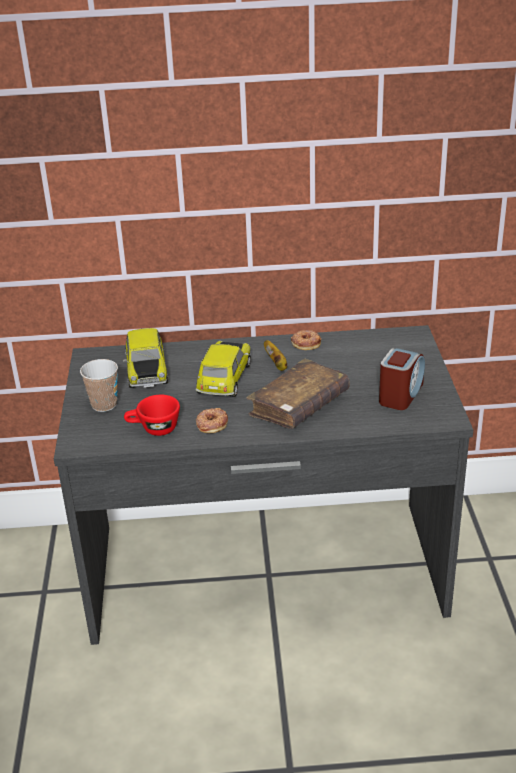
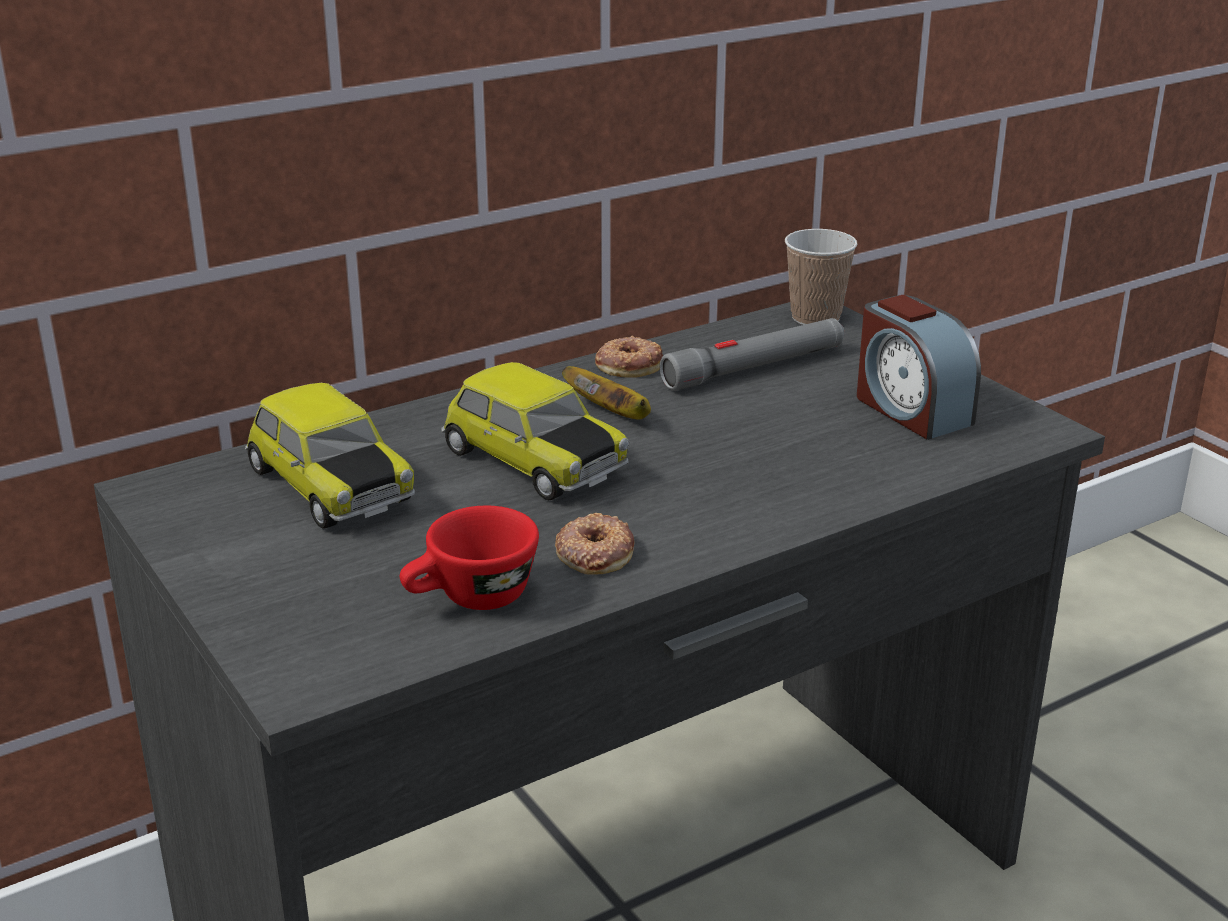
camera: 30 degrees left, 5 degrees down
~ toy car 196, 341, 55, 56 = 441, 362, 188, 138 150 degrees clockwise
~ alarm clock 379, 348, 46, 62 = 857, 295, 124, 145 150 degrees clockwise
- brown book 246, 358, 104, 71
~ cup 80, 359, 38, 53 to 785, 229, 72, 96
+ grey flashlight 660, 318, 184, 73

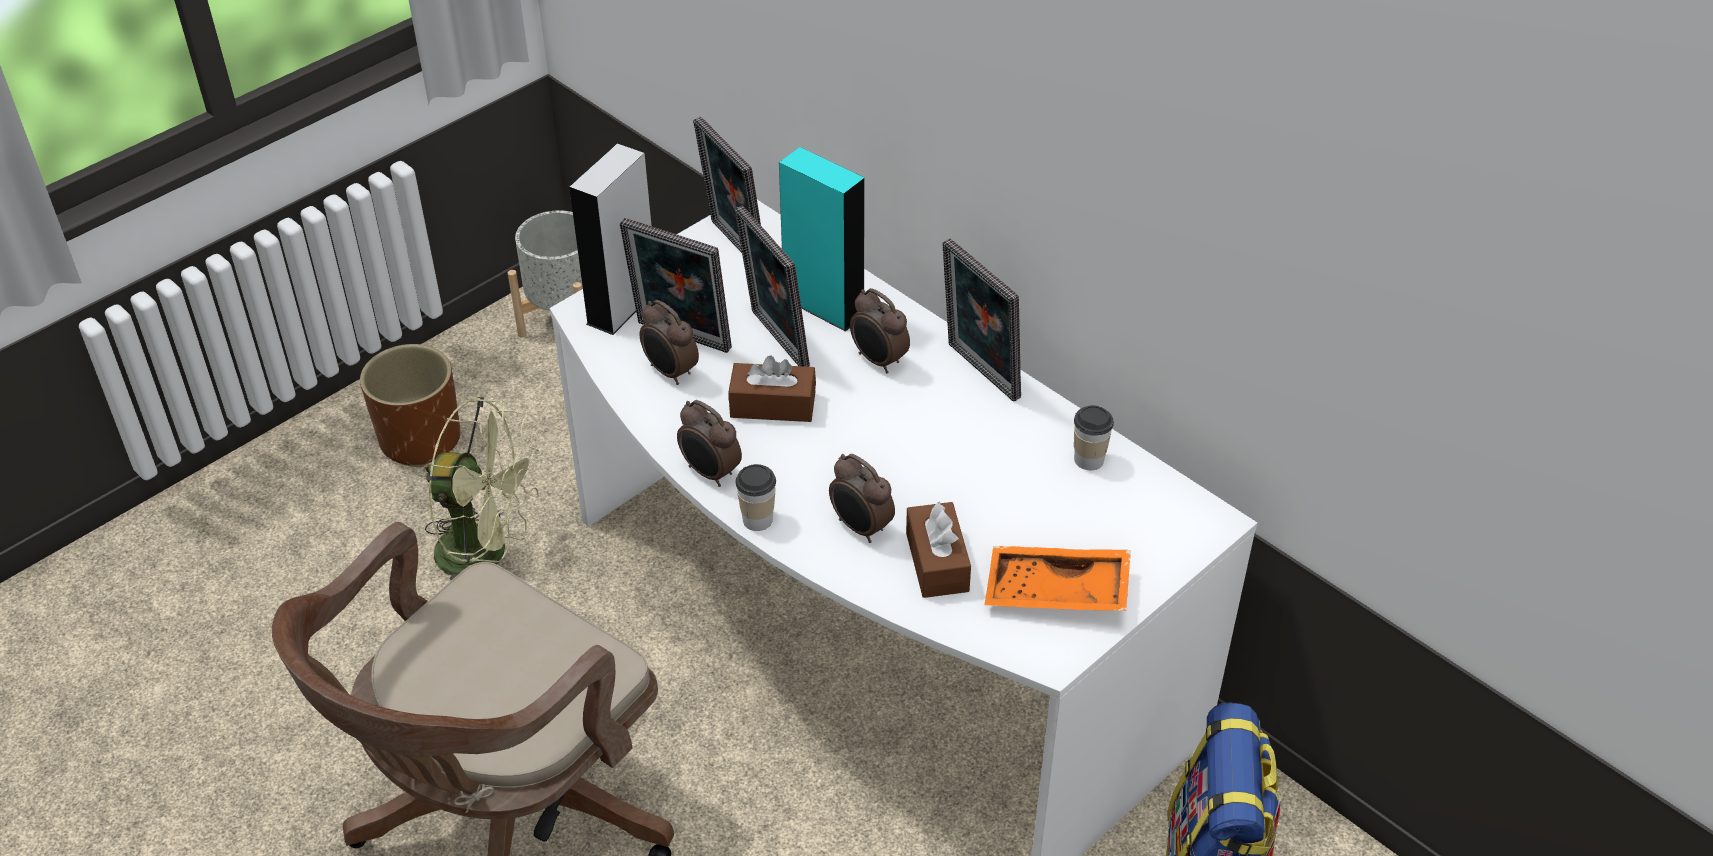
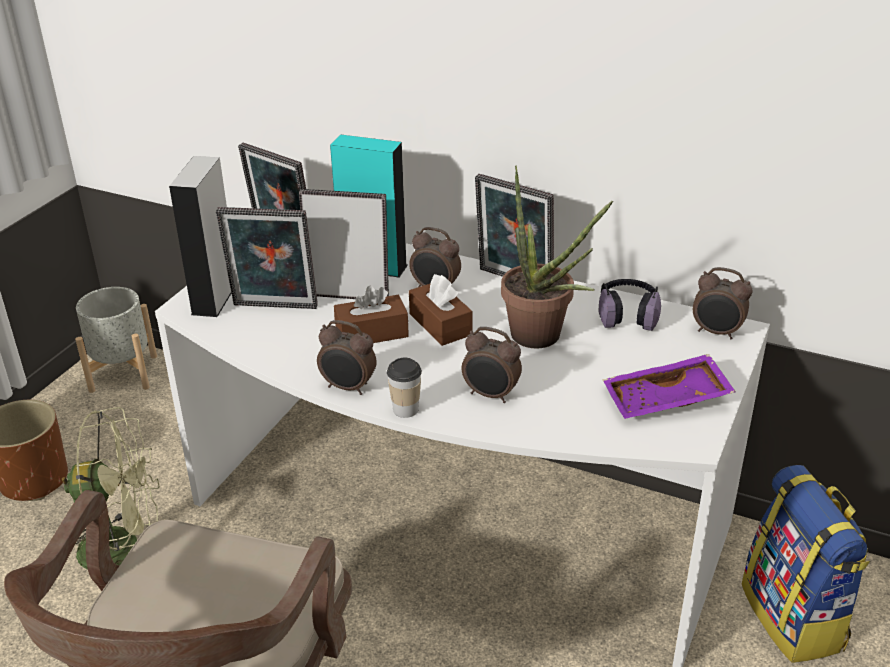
camera: 20 degrees left, 10 degrees down
~ picture frame 734, 205, 76, 162 = 299, 189, 90, 110 150 degrees clockwise
~ alarm clock 640, 300, 59, 85 to 693, 267, 60, 72
~ cup 1074, 405, 40, 65 to headphones 598, 279, 63, 52
~ brown tissue box 906, 502, 65, 96 to 409, 274, 64, 72
~ orange tray 984, 546, 147, 65 to purple tray 603, 354, 133, 65
+ potted plant 501, 165, 112, 183

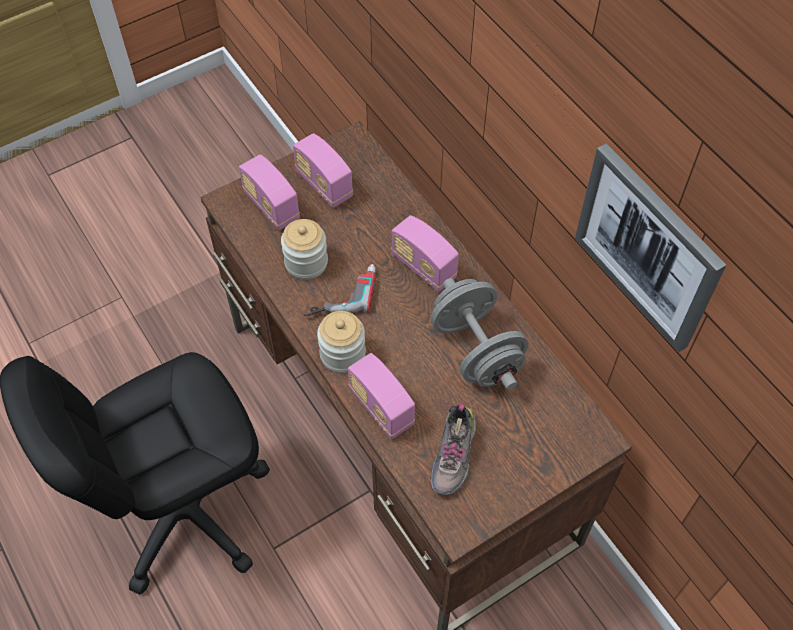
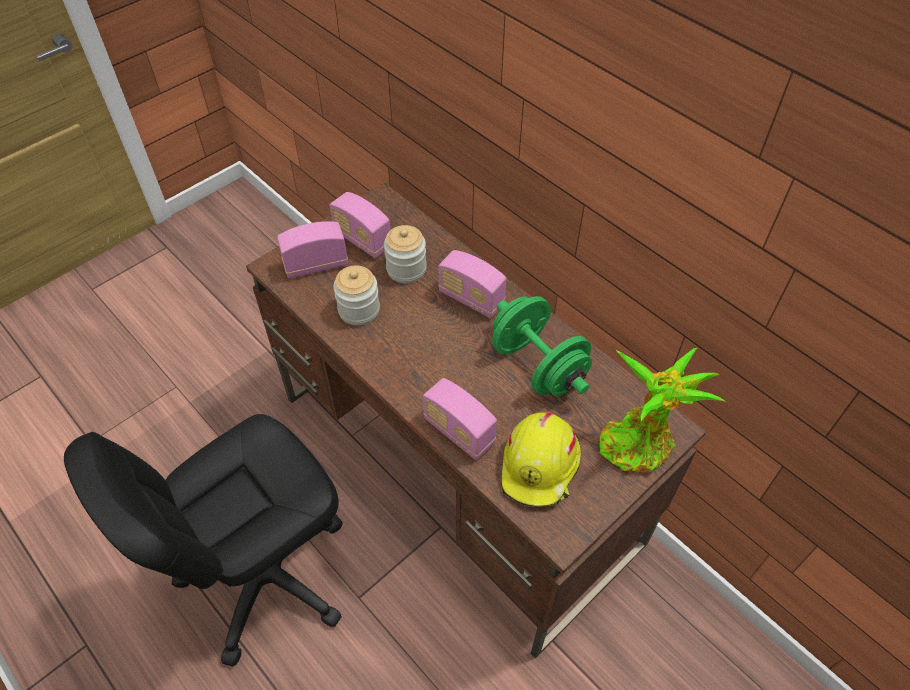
camera: 10 degrees left, 5 degrees down
- picture 575, 143, 151, 209
~ radio 239, 155, 61, 75 = 277, 221, 71, 58 120 degrees clockwise
- power drill 303, 264, 73, 52
~ grey dumbbell 430, 278, 99, 112 to green dumbbell 492, 296, 100, 100
~ jar 317, 311, 49, 62 to 384, 225, 43, 58
~ shoe 430, 403, 47, 92 to yellow hard hat 501, 412, 80, 95
+ potted plant 600, 348, 125, 124

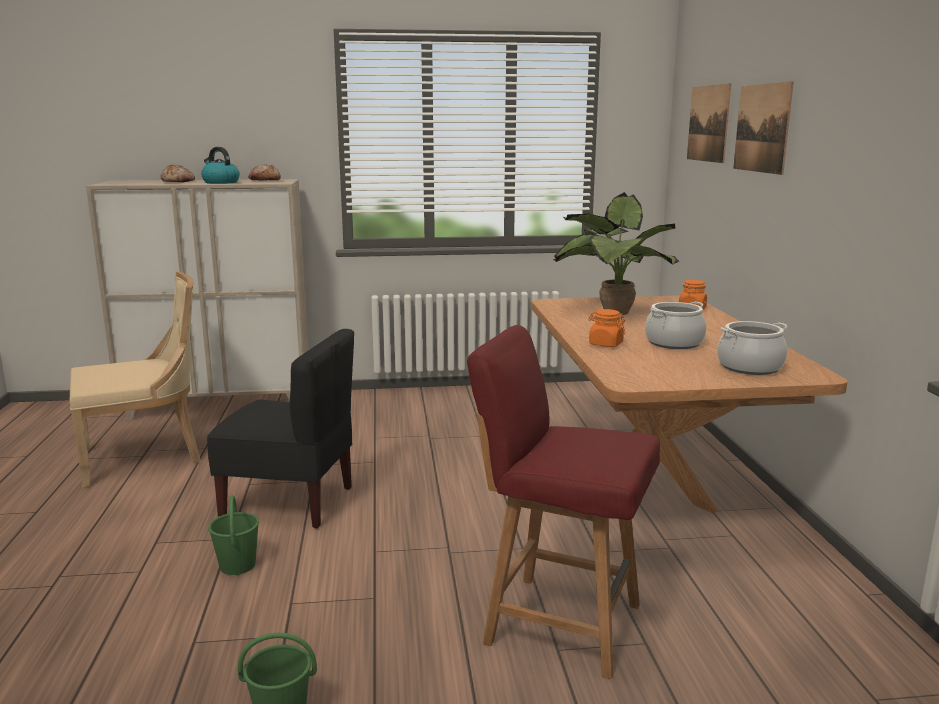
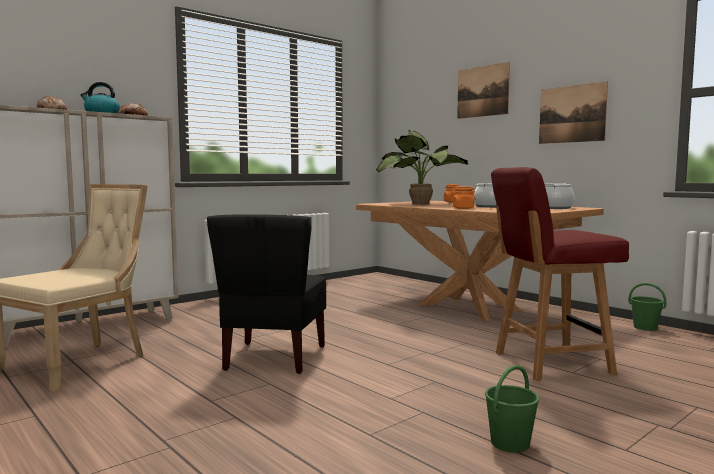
camera: 35 degrees left, 10 degrees down
~ picture 687, 83, 44, 80 to 539, 81, 69, 63
~ black chair 207, 329, 147, 200 = 207, 214, 119, 160 120 degrees clockwise
~ green bucket 208, 495, 51, 80 to 628, 283, 38, 48

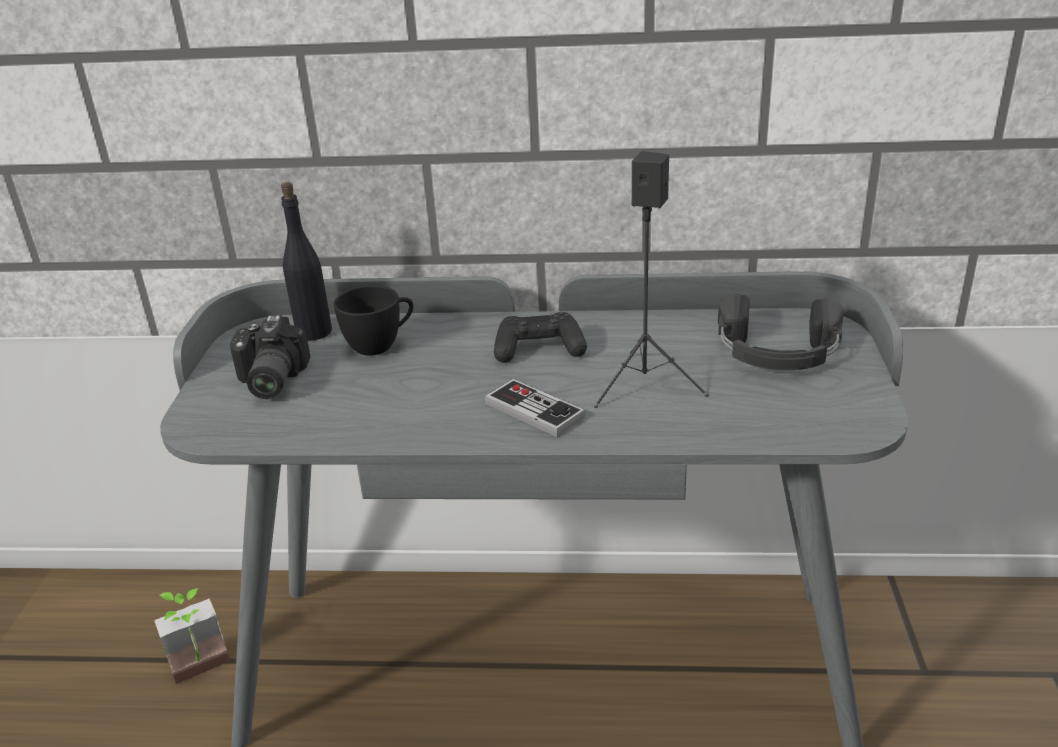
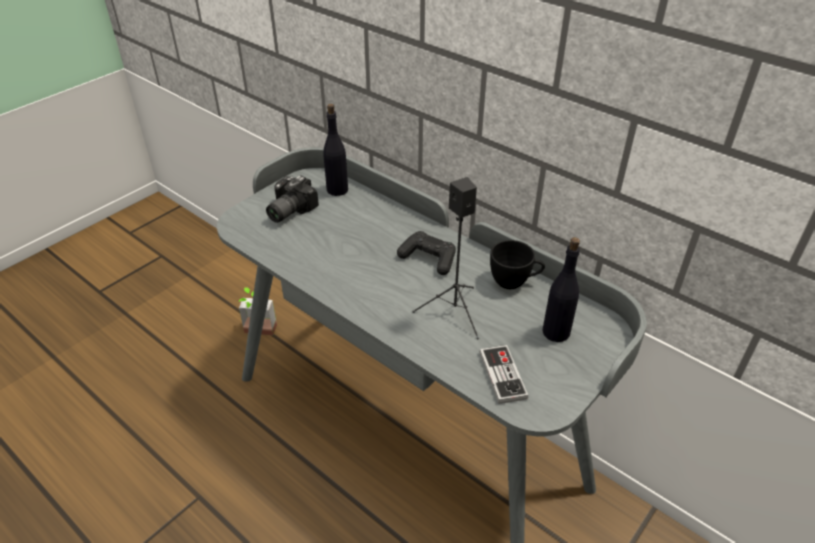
camera: 35 degrees right, 10 degrees up
~ black cup 334, 285, 79, 71 to 490, 240, 55, 49
~ black headphones 718, 294, 126, 76 to black bottle 542, 237, 38, 105
~ game controller 485, 379, 100, 58 to 479, 345, 49, 59

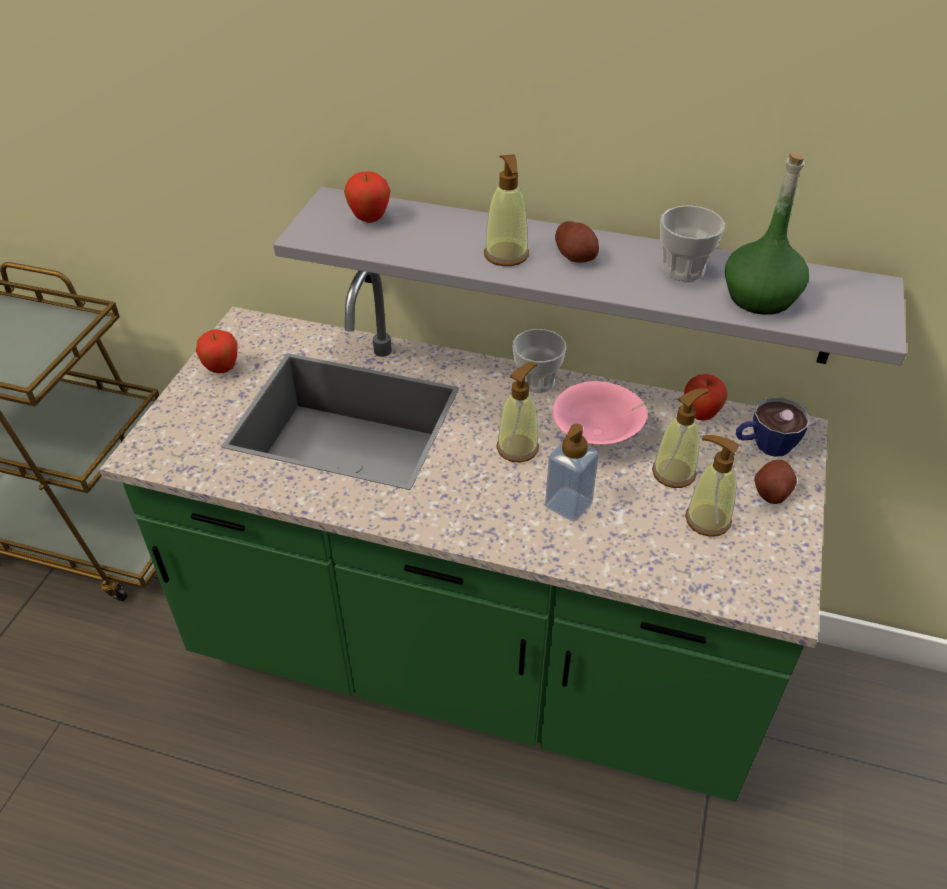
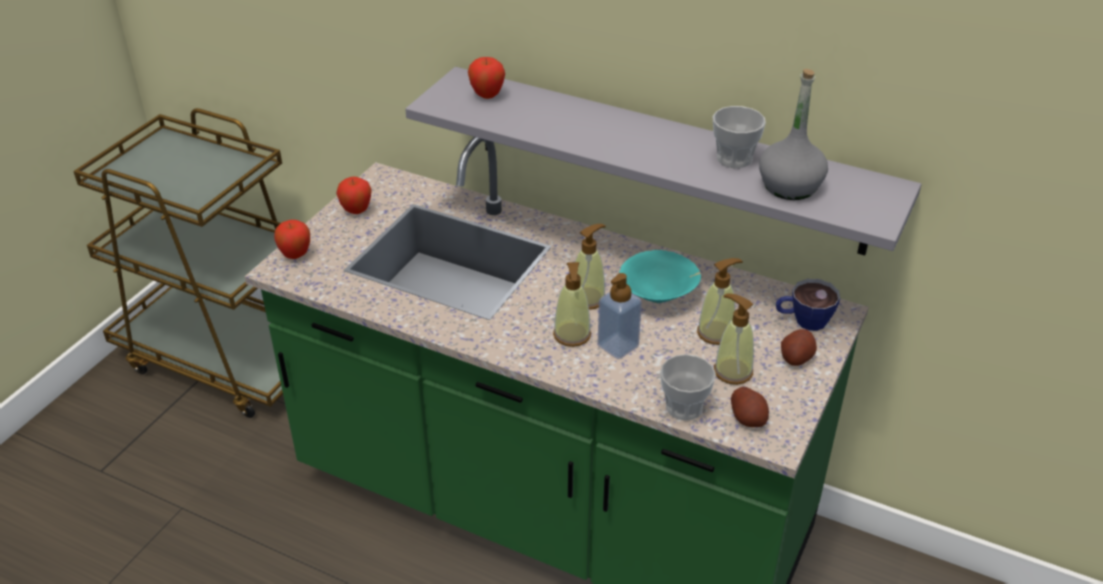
camera: 10 degrees right, 5 degrees down
~ green bottle 725, 152, 84, 163 to grey bottle 759, 69, 69, 131
~ soap dispenser 484, 154, 45, 112 to 553, 262, 38, 85
~ potato 555, 221, 44, 42 to 731, 387, 38, 40
~ cup 513, 329, 53, 64 to 660, 354, 56, 67
~ apple 684, 374, 43, 47 to 274, 220, 36, 39
~ pink bowl 553, 381, 94, 64 to turquoise bowl 619, 250, 82, 53

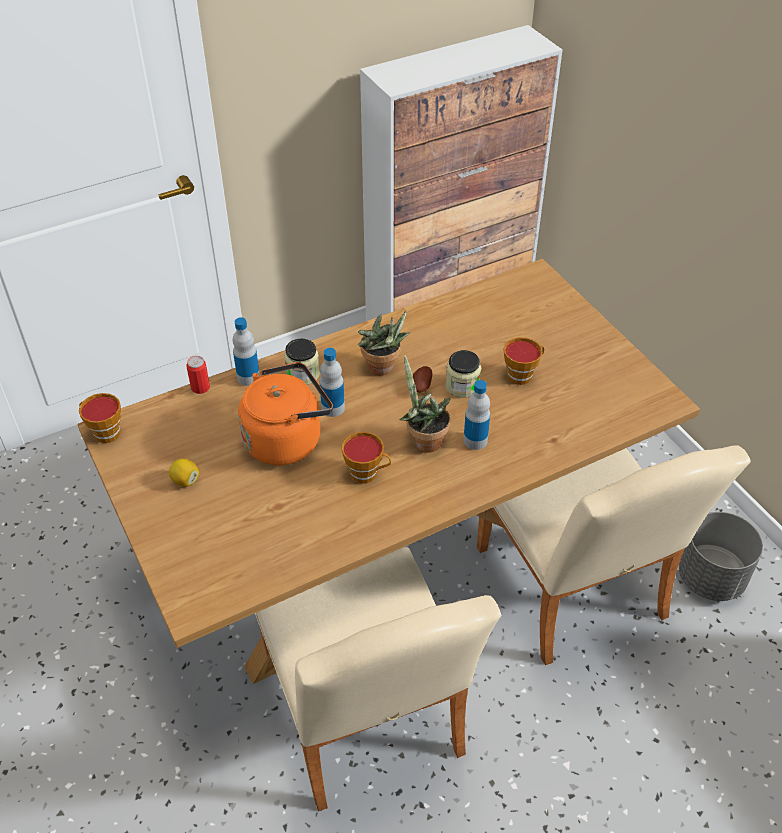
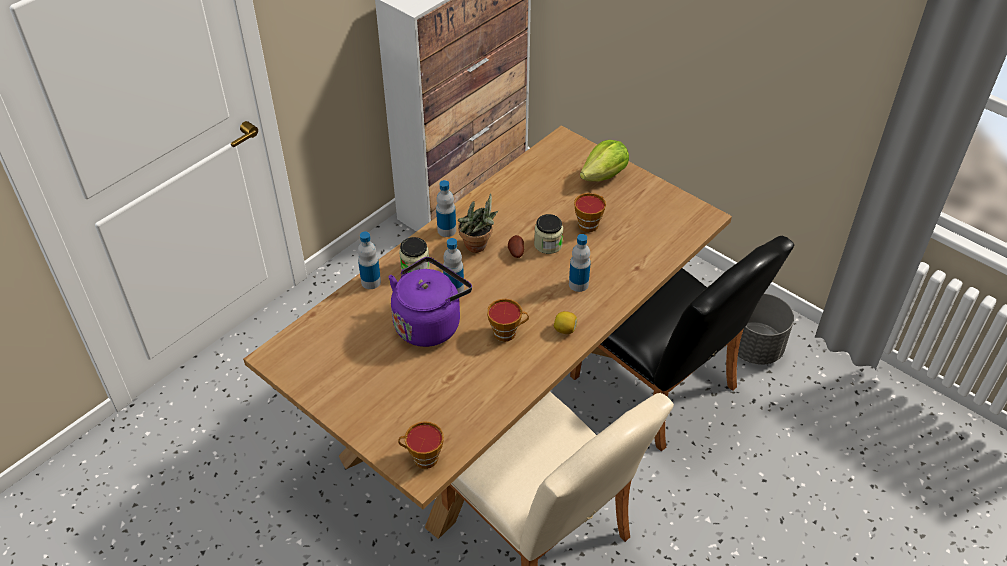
camera: 20 degrees left, 0 degrees up
- potted plant 399, 355, 51, 98
- can 186, 356, 24, 38
~ orange kettle 238, 362, 95, 103 to purple kettle 389, 257, 83, 90
~ cup 79, 393, 42, 50 to 398, 421, 46, 48
~ beige chair 477, 445, 274, 220 to black chair 570, 236, 224, 215
~ lemon 169, 458, 30, 29 to 554, 311, 23, 23
+ lettuce 580, 140, 49, 42
+ bottle 436, 180, 20, 57

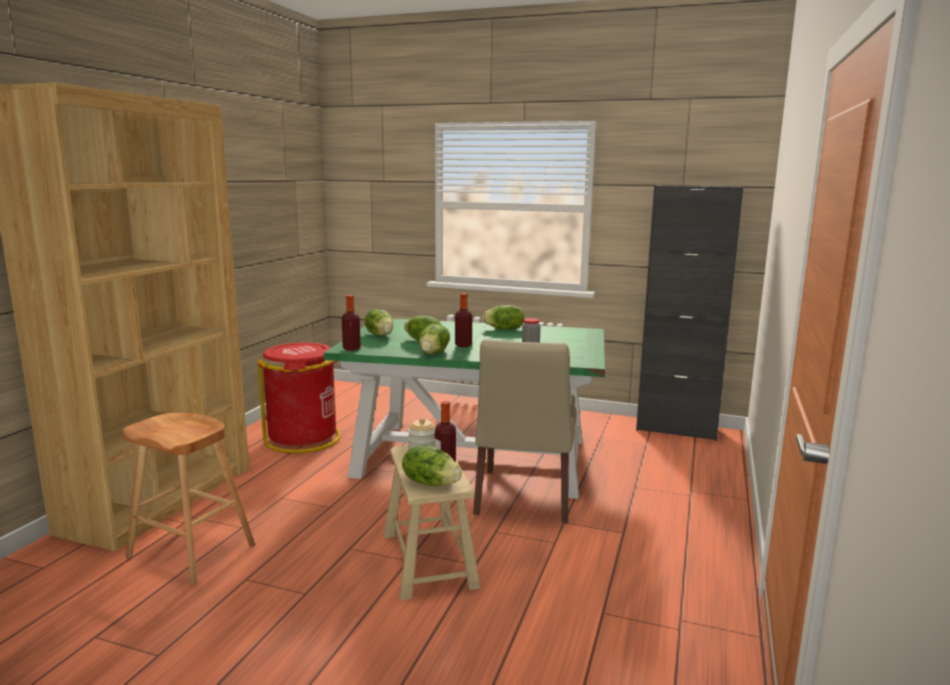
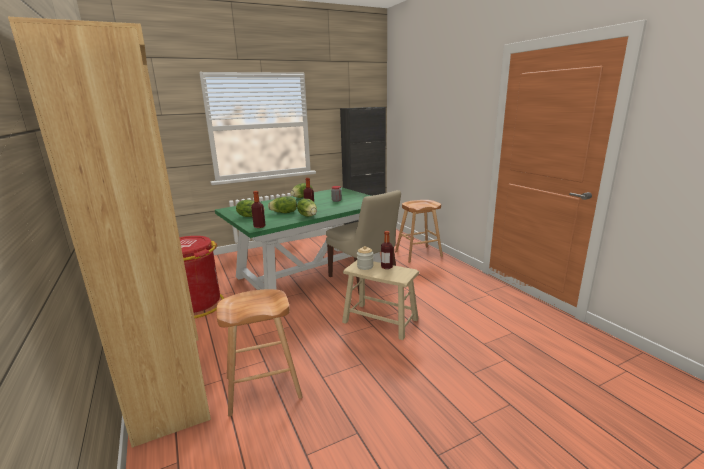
camera: 45 degrees left, 5 degrees up
- lettuce 402, 446, 60, 40
+ brown stool 395, 200, 48, 63

